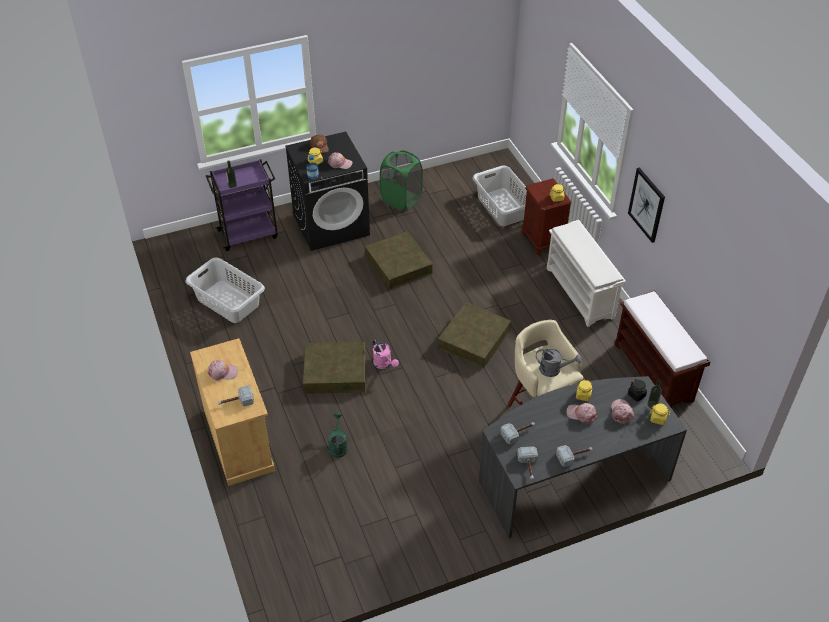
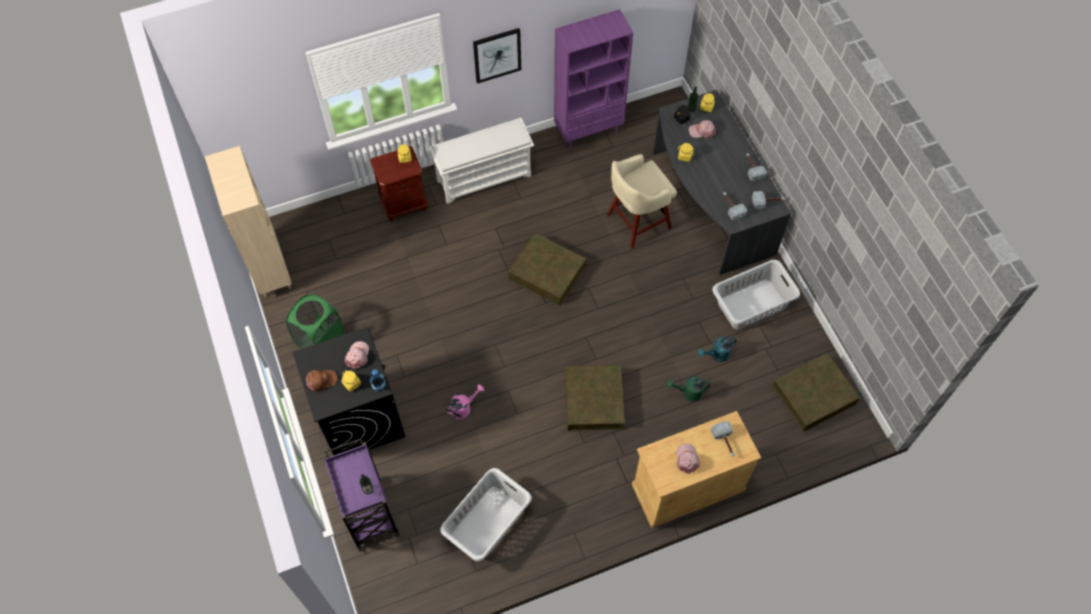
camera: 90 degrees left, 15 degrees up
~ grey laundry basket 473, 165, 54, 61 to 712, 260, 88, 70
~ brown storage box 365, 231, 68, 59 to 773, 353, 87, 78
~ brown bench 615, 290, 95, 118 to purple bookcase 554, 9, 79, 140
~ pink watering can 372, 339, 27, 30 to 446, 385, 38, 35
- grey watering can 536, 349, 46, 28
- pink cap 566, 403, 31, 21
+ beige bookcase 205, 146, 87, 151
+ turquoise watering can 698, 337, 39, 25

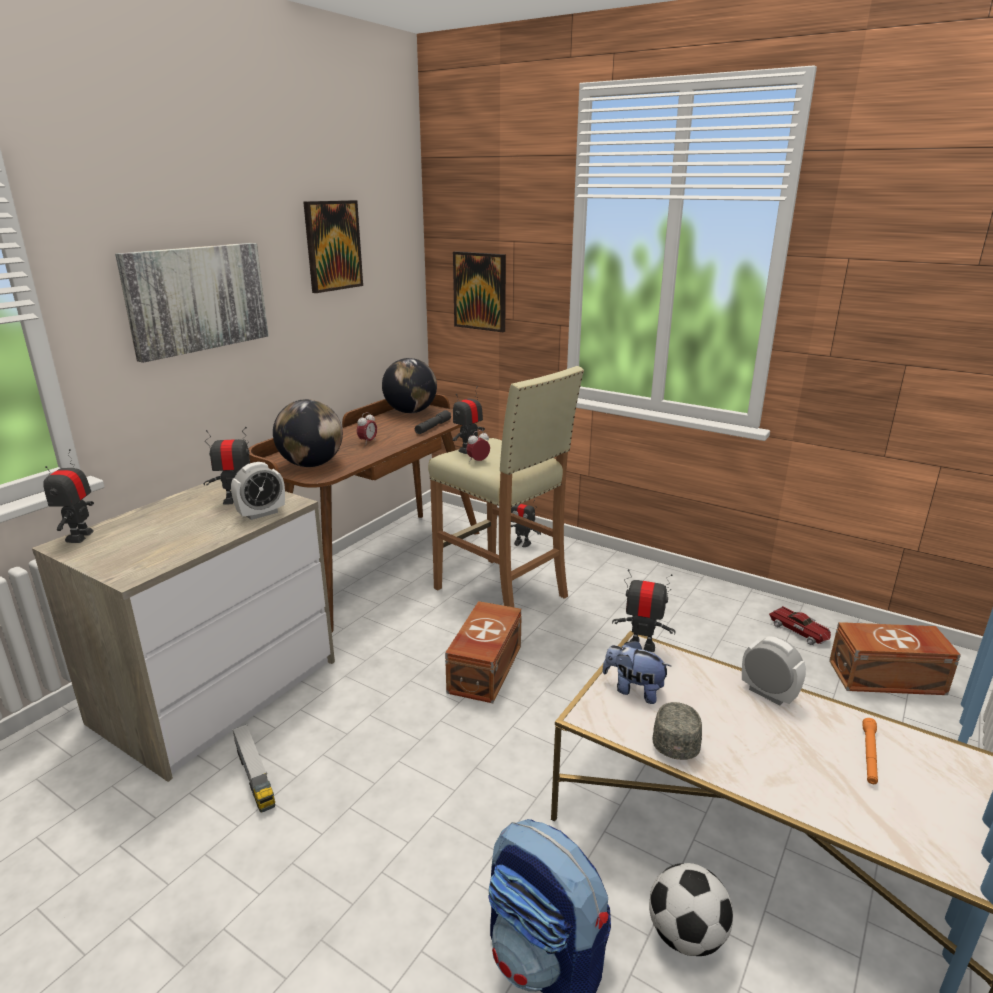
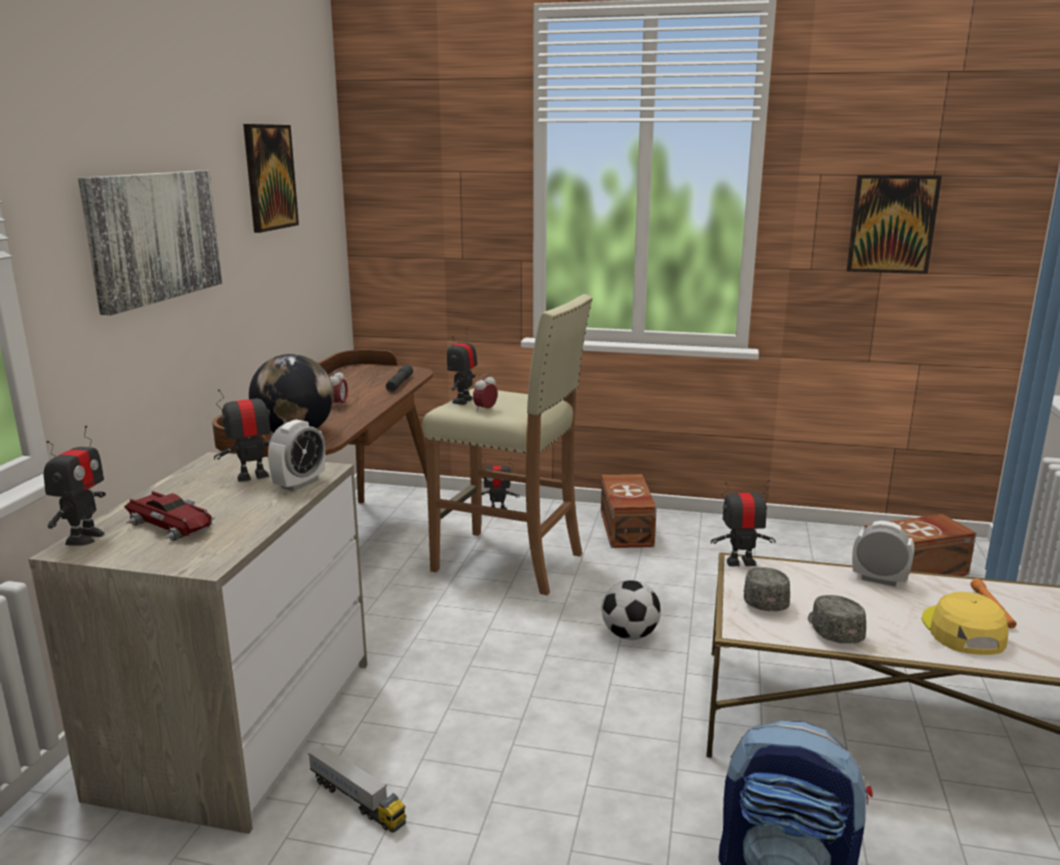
camera: 20 degrees left, 5 degrees down
~ picture 453, 251, 53, 81 to 847, 175, 95, 99
- globe 382, 358, 55, 55
~ toy robot 43, 449, 51, 94 = 44, 426, 62, 120 150 degrees counterclockwise
~ brown storage box 445, 601, 77, 102 to 601, 474, 56, 74
~ toy car 769, 606, 62, 39 to 124, 491, 91, 50
~ plush toy 602, 640, 69, 64 to grey cap 744, 567, 46, 44
~ football 649, 863, 84, 93 to 602, 580, 59, 60
+ yellow cap 922, 592, 86, 63

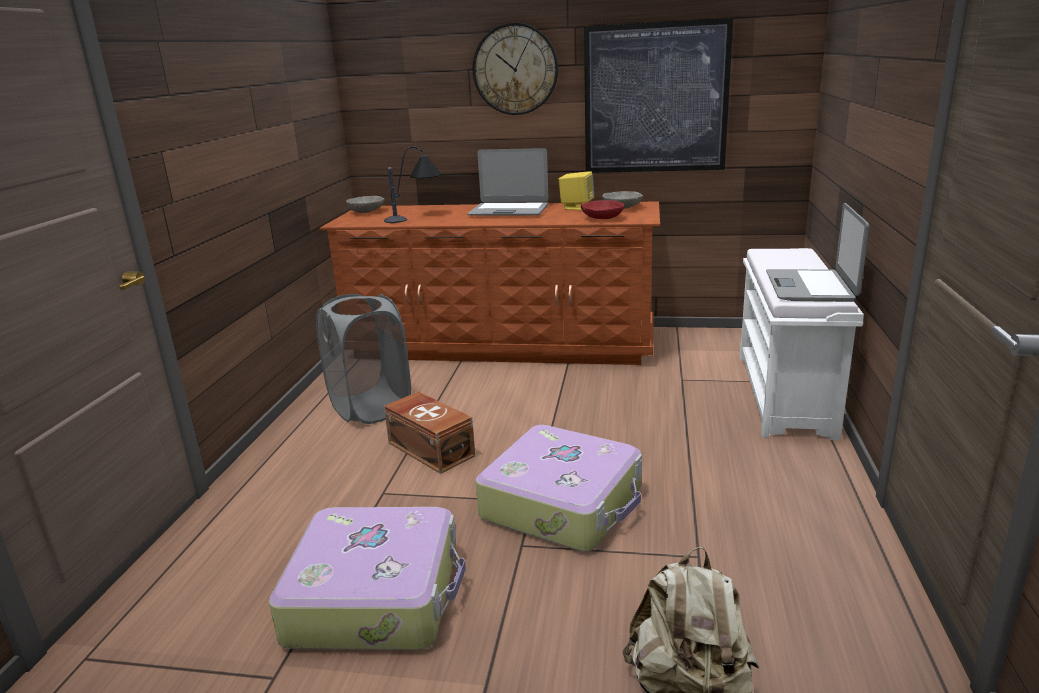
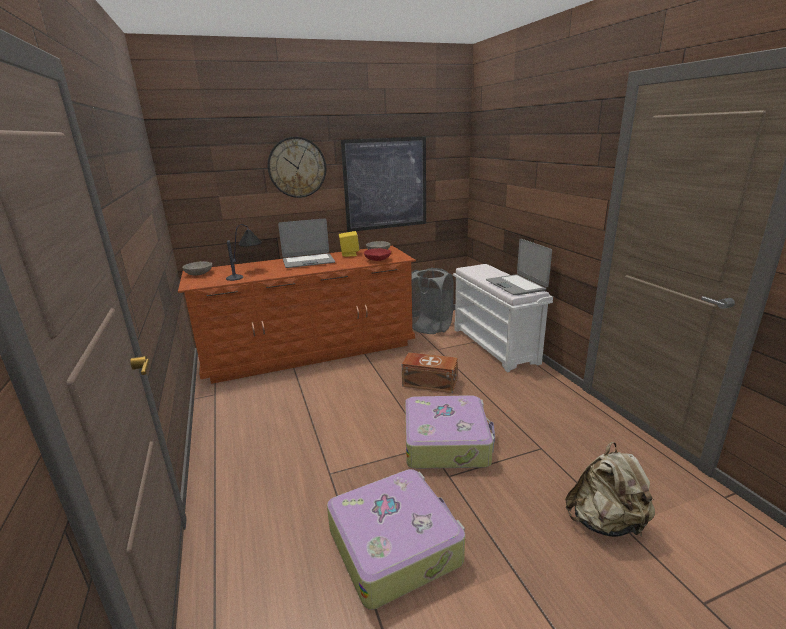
camera: 30 degrees left, 0 degrees up
~ grey laundry basket 316, 294, 95, 130 to 411, 268, 43, 66
~ brown storage box 384, 392, 91, 82 to 402, 352, 56, 41

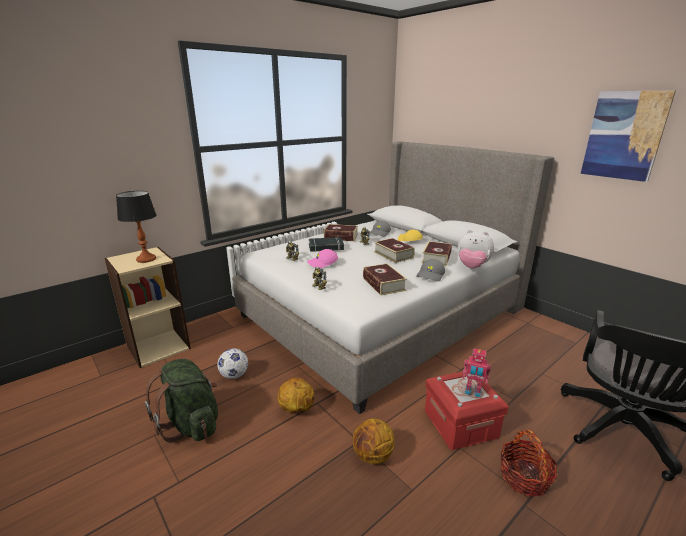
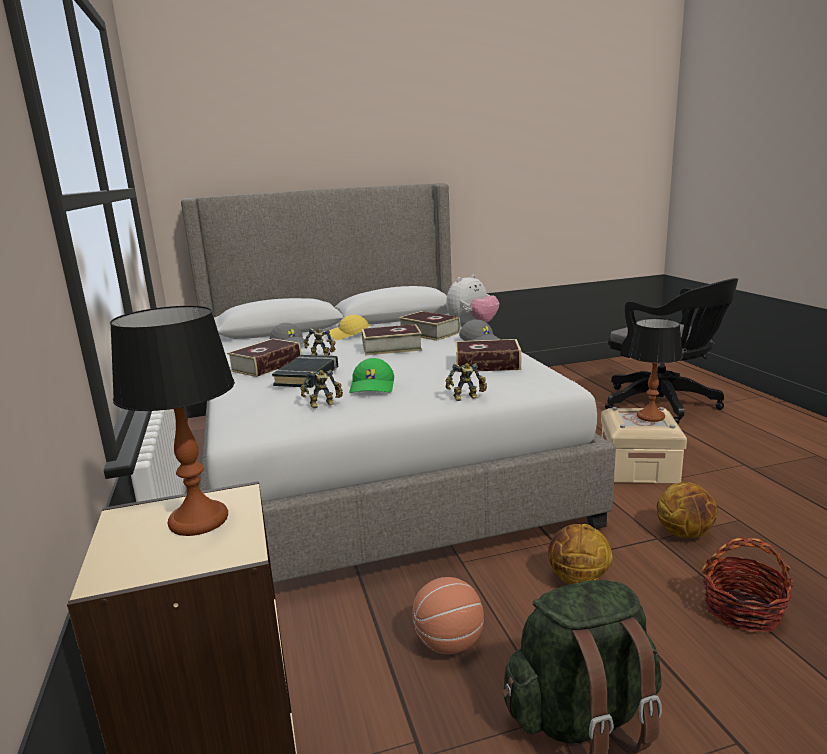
camera: 65 degrees left, 5 degrees down
- picture 581, 91, 95, 91
~ pink cap 307, 249, 31, 19 to green cap 349, 358, 45, 35
~ football 217, 348, 31, 31 to basketball 412, 577, 72, 77
~ toy robot 463, 348, 28, 49 to table lamp 629, 318, 54, 104
~ red storage box 425, 371, 84, 79 to beige storage box 601, 407, 86, 77
~ basket 500, 429, 57, 68 to 701, 537, 93, 96

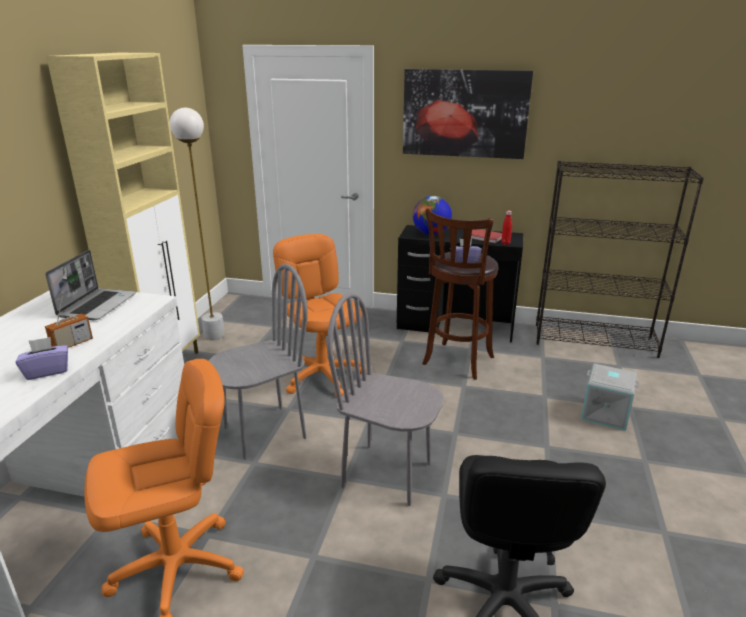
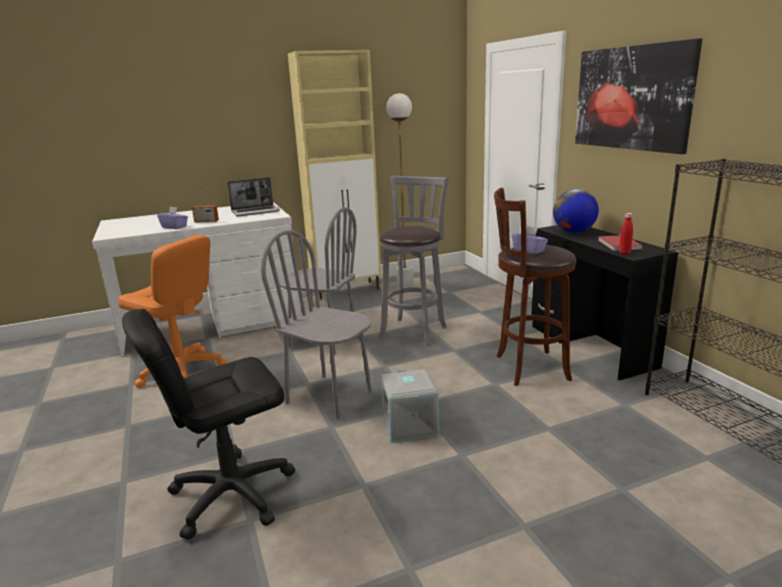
camera: 55 degrees right, 5 degrees down
~ orange office chair 273, 234, 93, 163 to grey stool 379, 176, 70, 170
~ grey chair 327, 293, 117, 213 = 261, 230, 111, 189 45 degrees counterclockwise
~ grey storage box 581, 363, 58, 68 to 381, 369, 58, 73

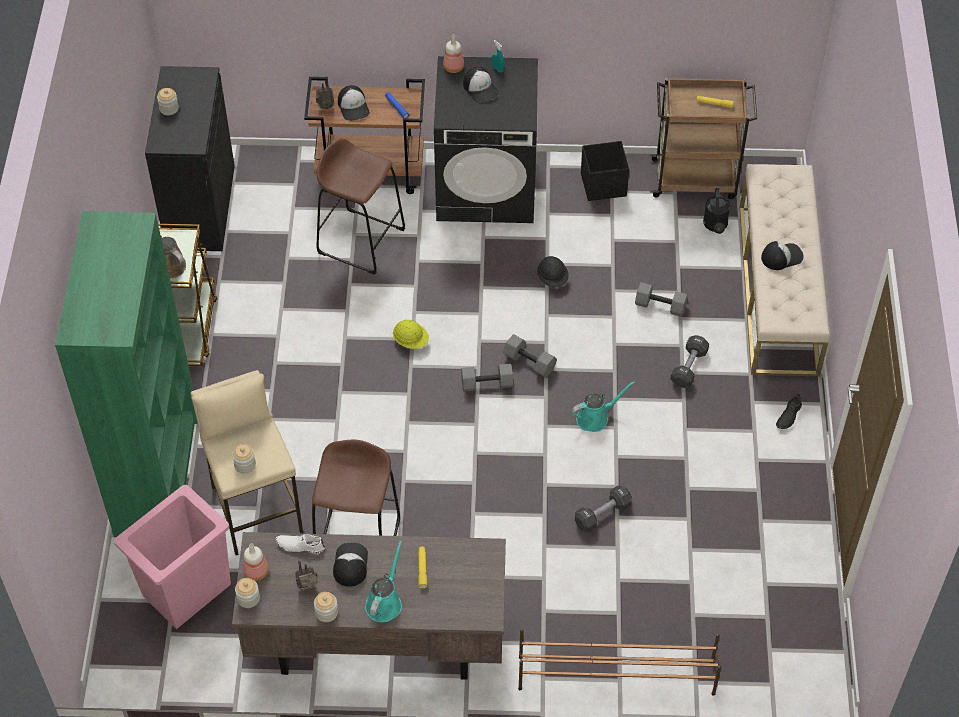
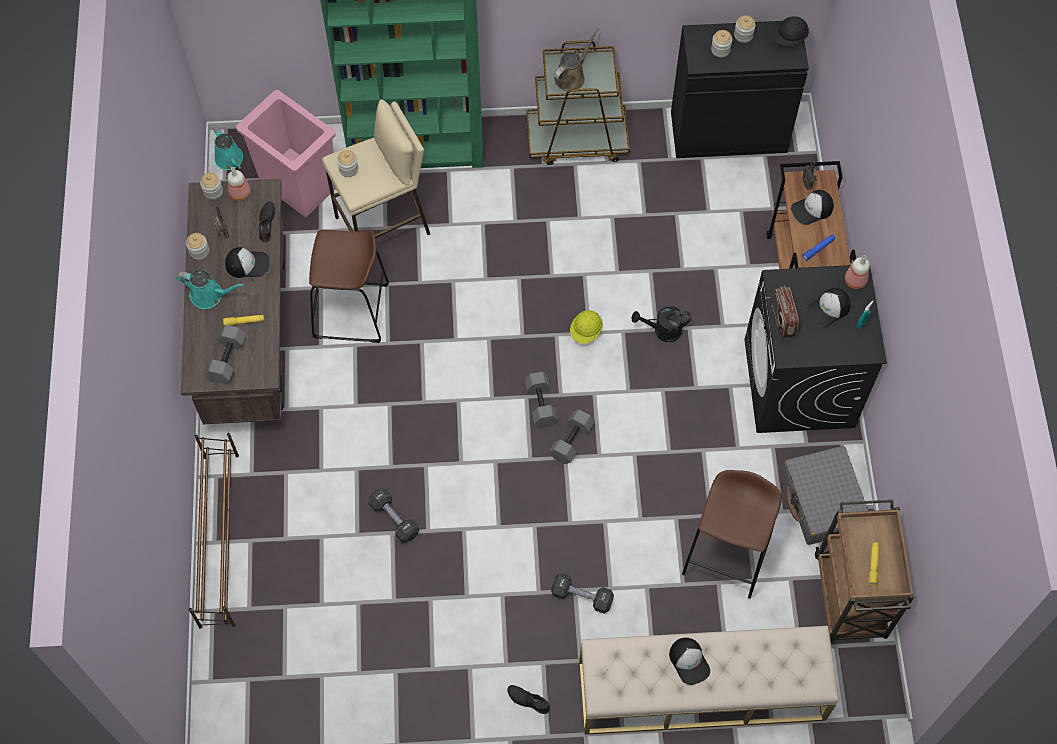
camera: 85 degrees right, 10 degrees up
~ brown stool 316, 139, 89, 136 to 682, 470, 100, 129
~ black storage box 581, 141, 48, 60 to grey suitcase 782, 446, 87, 99
~ black watering can 703, 188, 27, 46 to 631, 306, 60, 36
~ black hard hat 537, 256, 32, 32 to 772, 16, 37, 30
~ grey dumbbell 635, 282, 53, 35 to 205, 325, 41, 59
~ turquoise watering can 571, 381, 64, 51 to 214, 127, 29, 43
~ white shoe 276, 534, 49, 19 to black shoe 259, 201, 16, 41
+ jar 711, 30, 21, 27
+ radio 771, 286, 28, 52

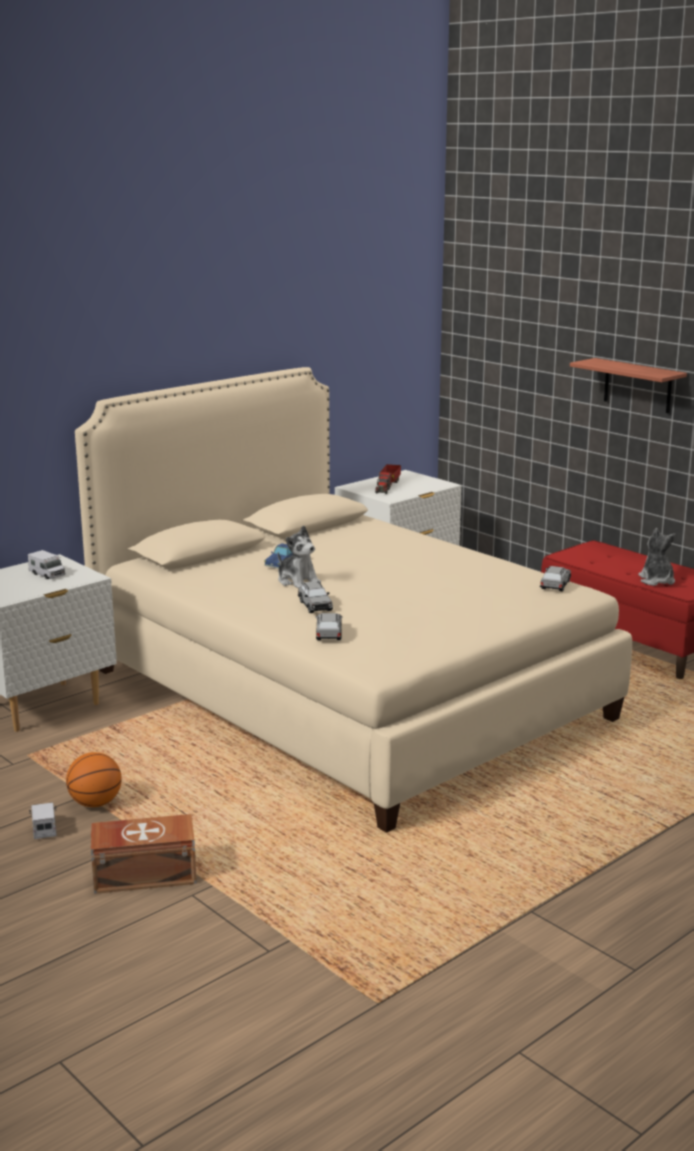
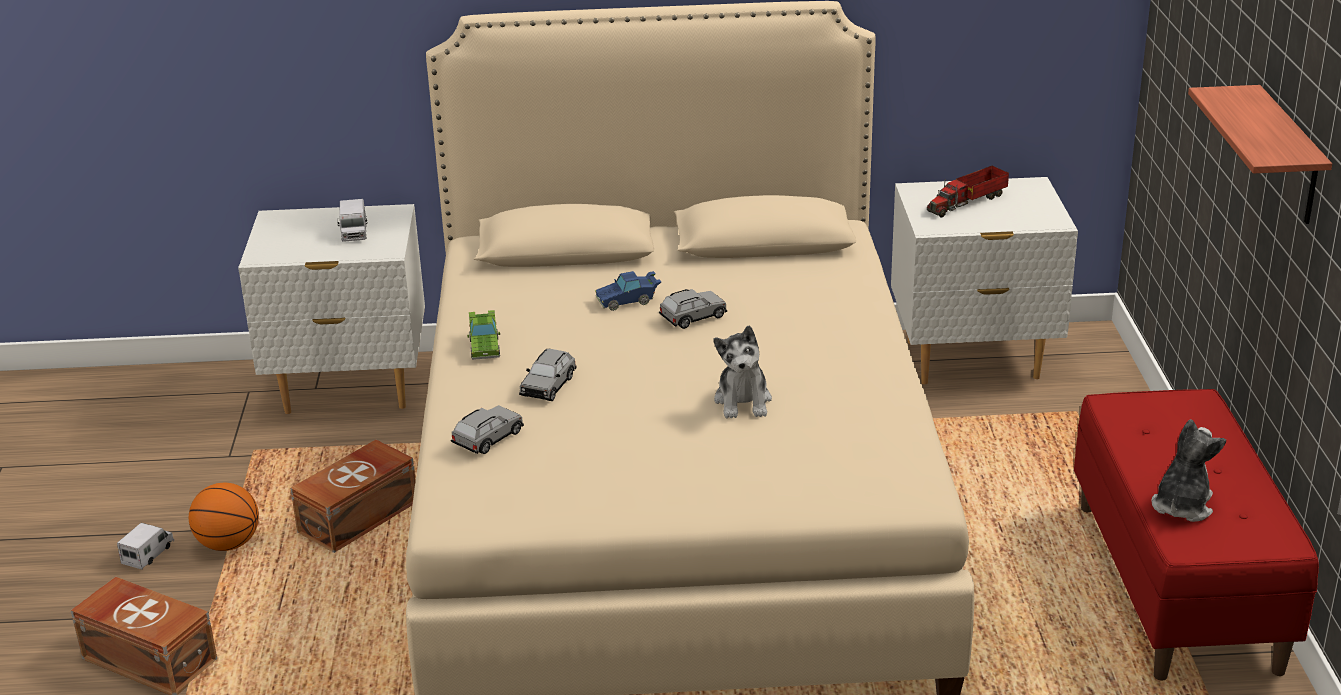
camera: 40 degrees right, 10 degrees up
~ plush toy 278, 525, 43, 63 to 714, 326, 58, 92
~ grey toy car 540, 566, 31, 26 to 659, 289, 68, 40
+ green toy car 467, 310, 33, 50
+ brown storage box 290, 440, 126, 113

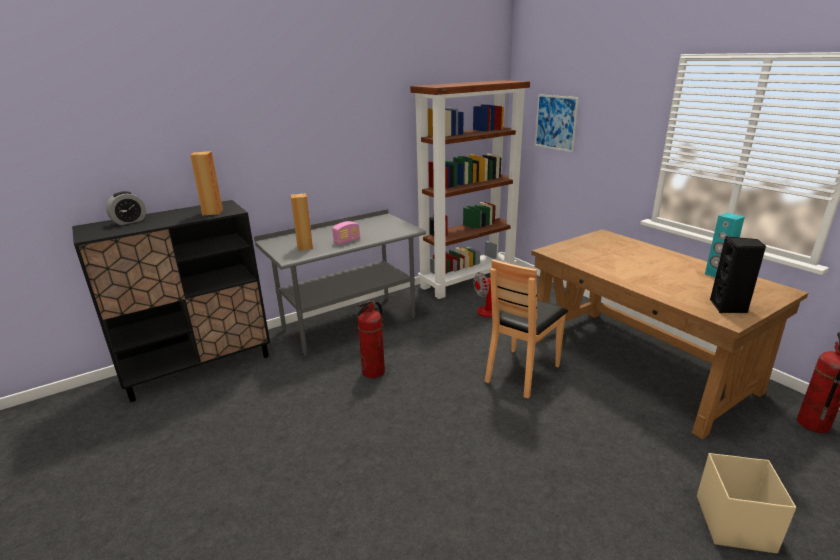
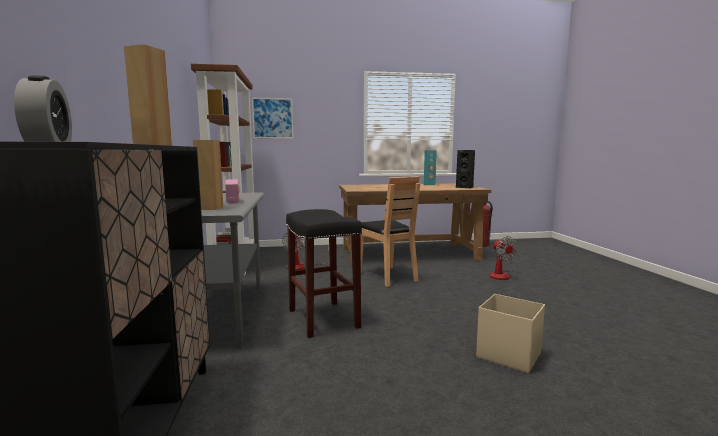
camera: 65 degrees left, 15 degrees down
~ fire extinguisher 356, 300, 29, 78 to black stool 286, 209, 76, 129
~ beige storage box 697, 453, 99, 100 to 476, 294, 69, 79
+ fan 490, 236, 27, 44

